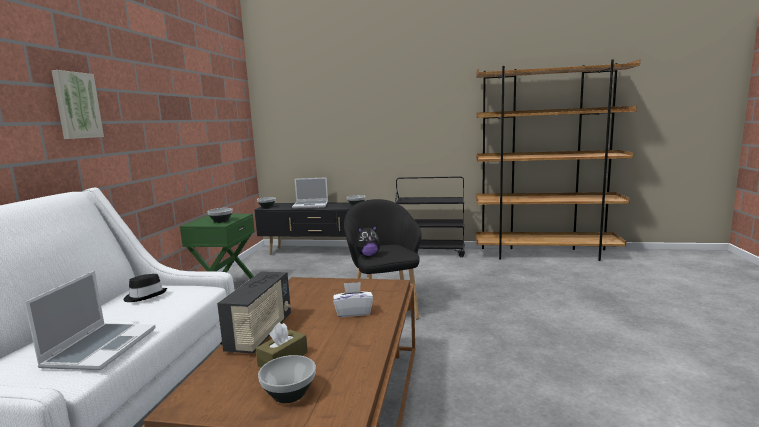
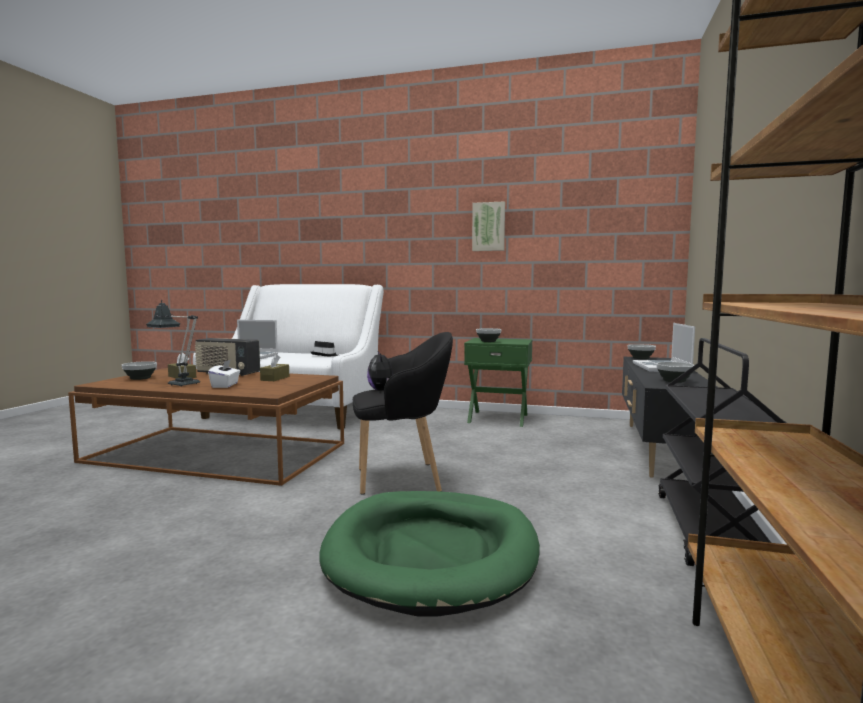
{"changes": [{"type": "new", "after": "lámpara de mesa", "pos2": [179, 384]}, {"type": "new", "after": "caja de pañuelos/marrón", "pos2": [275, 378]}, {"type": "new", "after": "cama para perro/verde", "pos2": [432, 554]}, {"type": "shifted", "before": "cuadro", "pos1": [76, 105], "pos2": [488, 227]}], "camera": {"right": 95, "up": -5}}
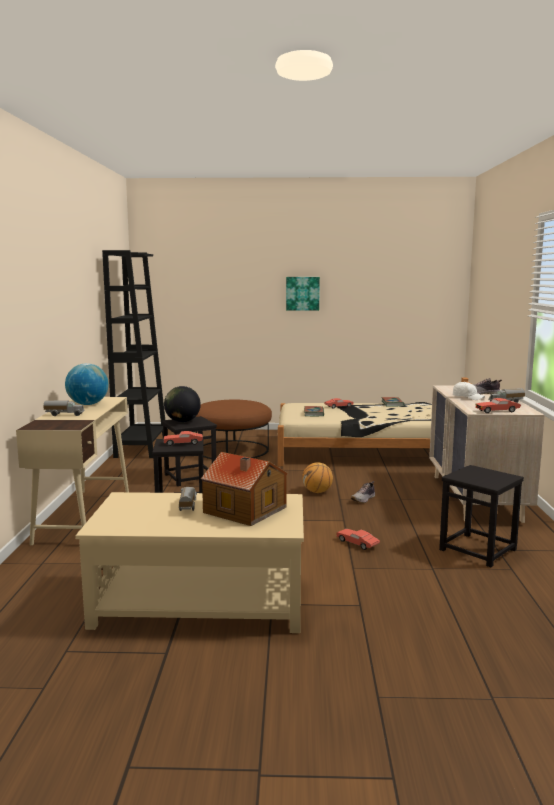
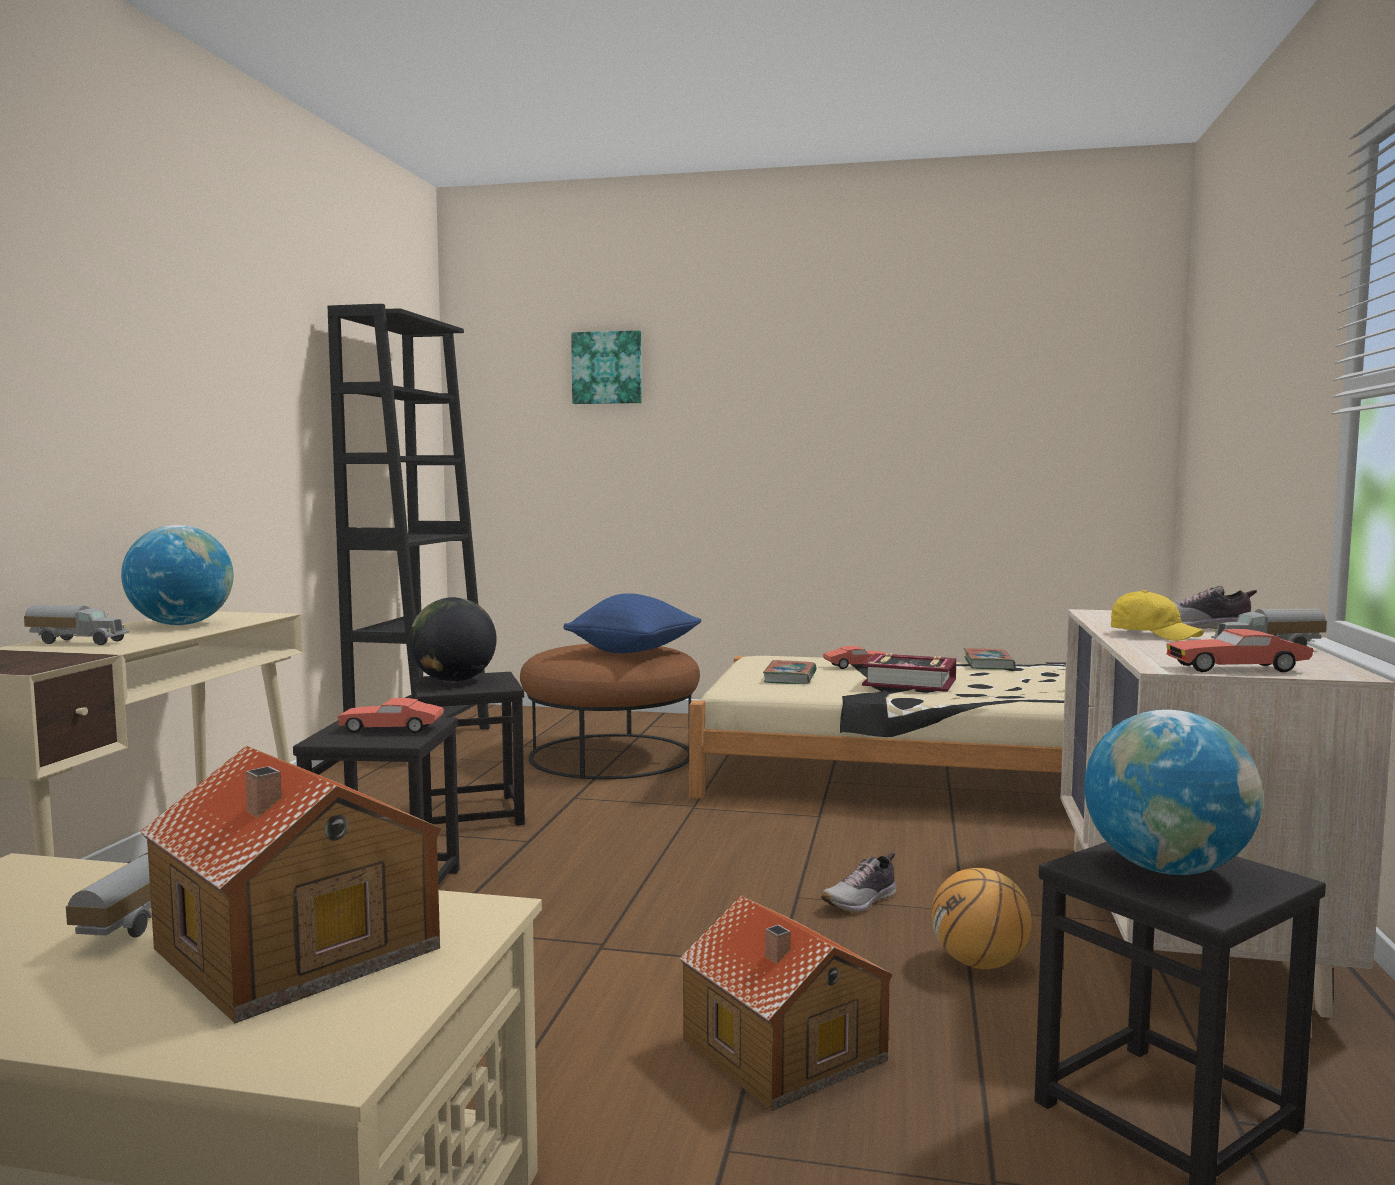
{"changes": [{"type": "new", "after": "cojín/azul", "pos2": [633, 652]}, {"type": "new", "after": "libro", "pos2": [909, 682]}, {"type": "new", "after": "globo terráqueo", "pos2": [1167, 869]}, {"type": "shifted", "before": "cuadro", "pos1": [302, 293], "pos2": [607, 368]}, {"type": "shifted", "before": "balón de baloncesto", "pos1": [317, 492], "pos2": [979, 964]}, {"type": "swapped", "before": "coche de juguete/rojo", "after": "casita", "pos1": [357, 544], "pos2": [782, 1052]}, {"type": "repainted", "before": "gorra/blanco", "after": "gorra/amarillo", "pos1": [467, 397], "pos2": [1153, 635]}], "camera": {"right": 10, "up": -5}}
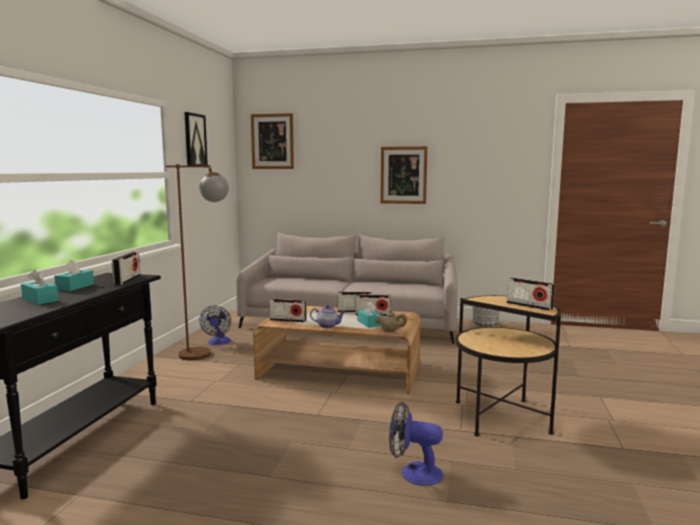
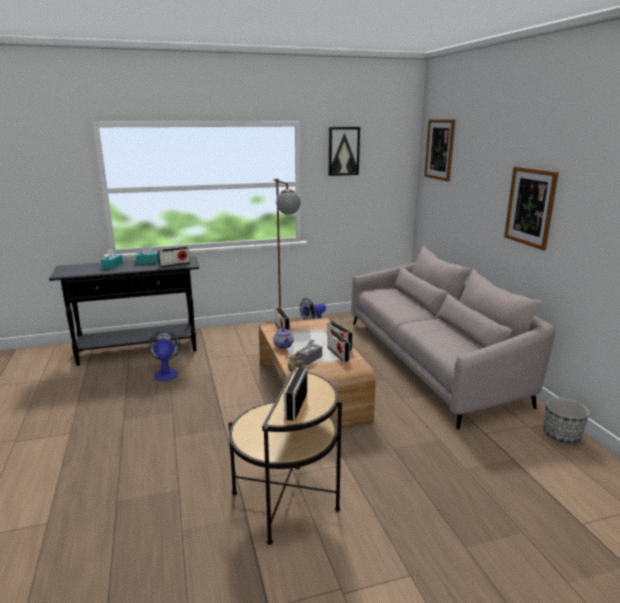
{"changes": [{"type": "shifted", "before": "ventilador", "pos1": [414, 473], "pos2": [166, 373]}, {"type": "repainted", "before": "caja de pañuelos/turquesa", "after": "caja de pañuelos/gris", "pos1": [369, 323], "pos2": [309, 359]}], "camera": {"right": 60, "up": 10}}
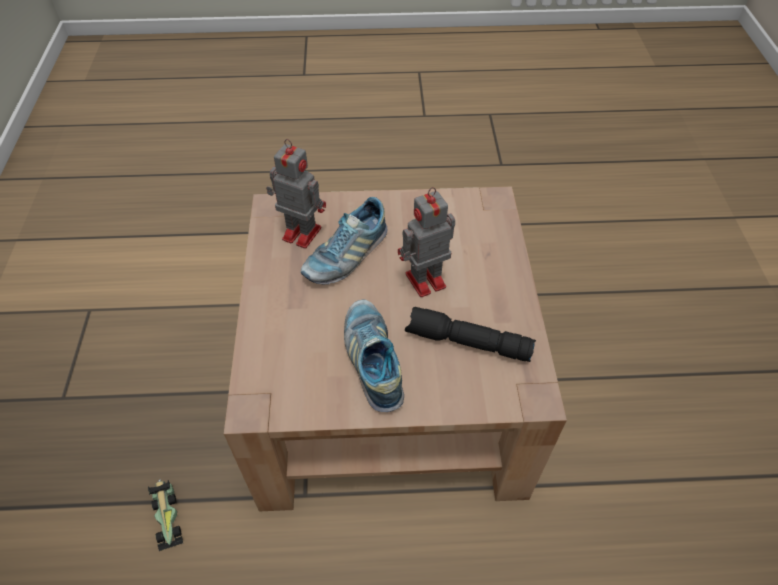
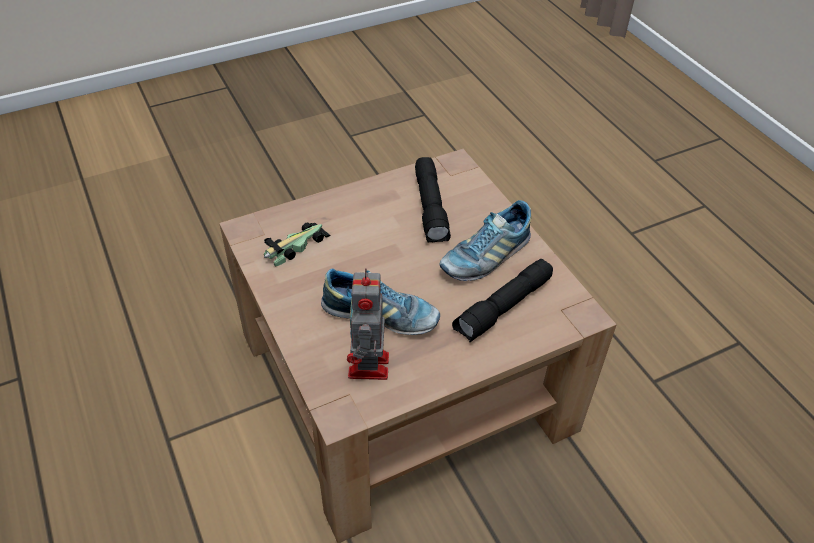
{"changes": [{"type": "gone", "before": "robot de juguete", "pos1": [423, 281]}, {"type": "new", "after": "linterna/negro", "pos2": [503, 308]}, {"type": "shifted", "before": "coche de juguete", "pos1": [166, 514], "pos2": [295, 246]}], "camera": {"right": -115, "up": -5}}
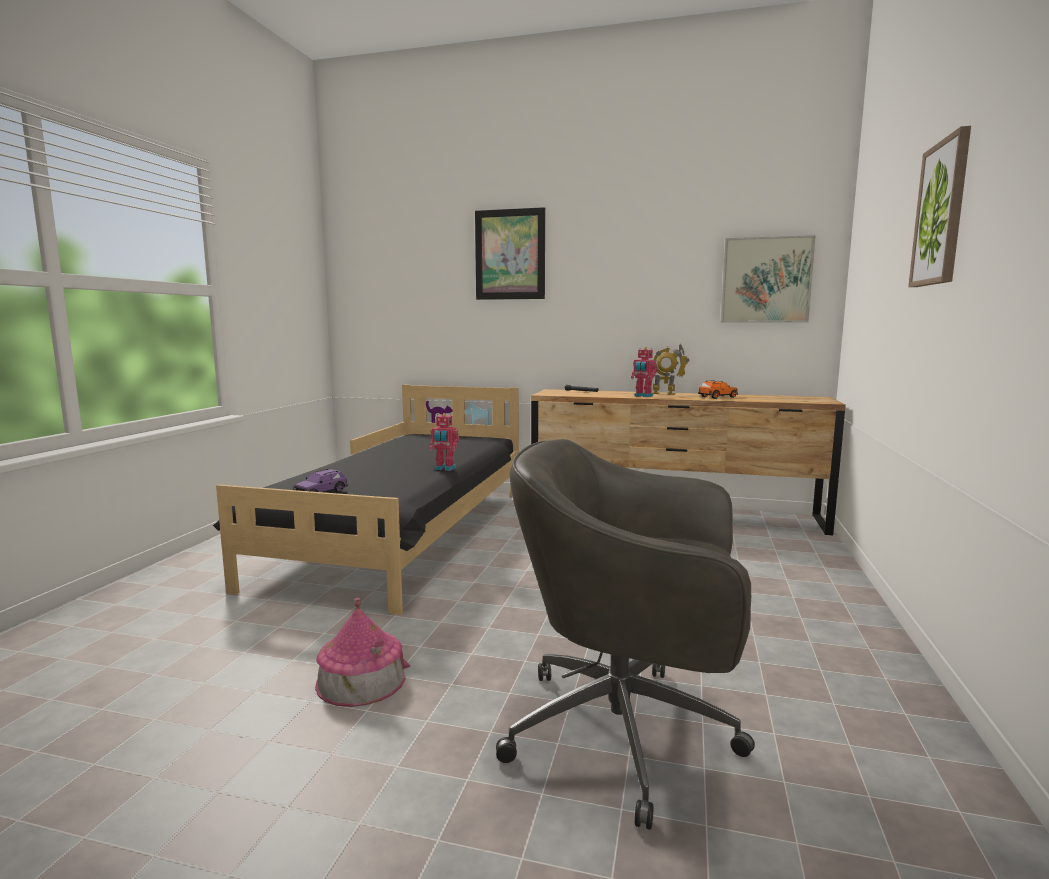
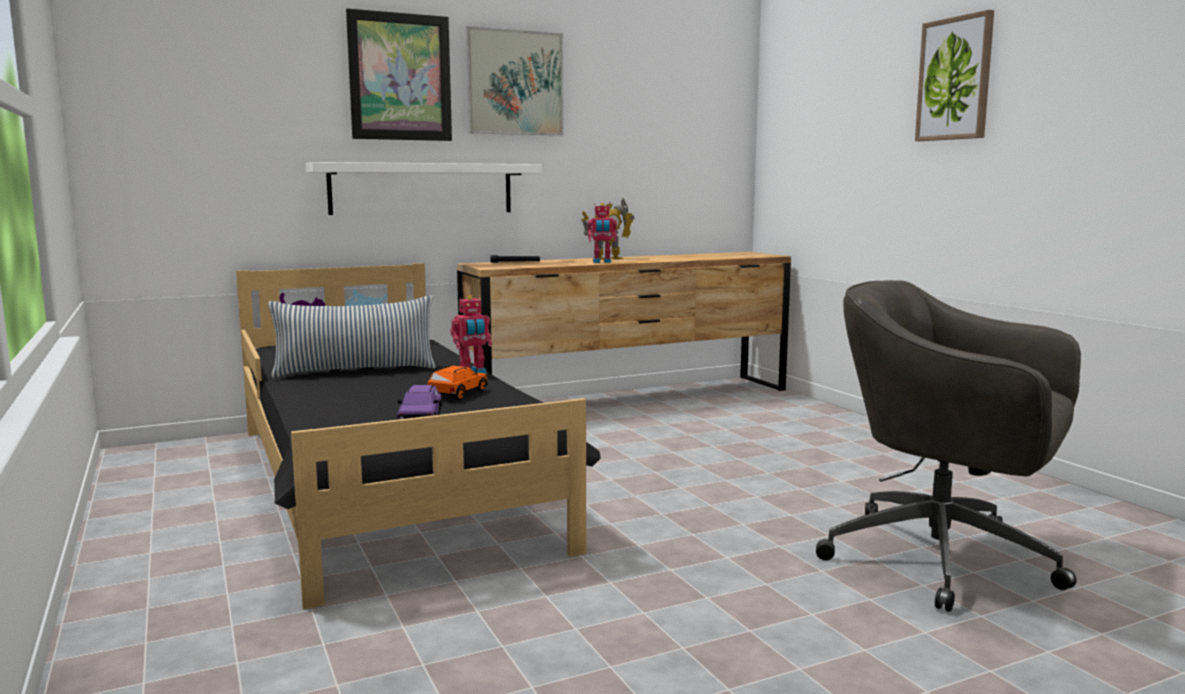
{"changes": [{"type": "gone", "before": "casita", "pos1": [361, 680]}, {"type": "new", "after": "cojín", "pos2": [355, 370]}, {"type": "new", "after": "estante/blanco", "pos2": [422, 188]}, {"type": "shifted", "before": "coche de juguete/naranja", "pos1": [717, 397], "pos2": [457, 394]}, {"type": "shifted", "before": "cuadro", "pos1": [766, 280], "pos2": [514, 83]}, {"type": "rotated", "before": "silla de oficina/gris", "pos1": [627, 733], "pos2": [946, 560], "turn": 60}], "camera": {"right": -40, "up": 0}}
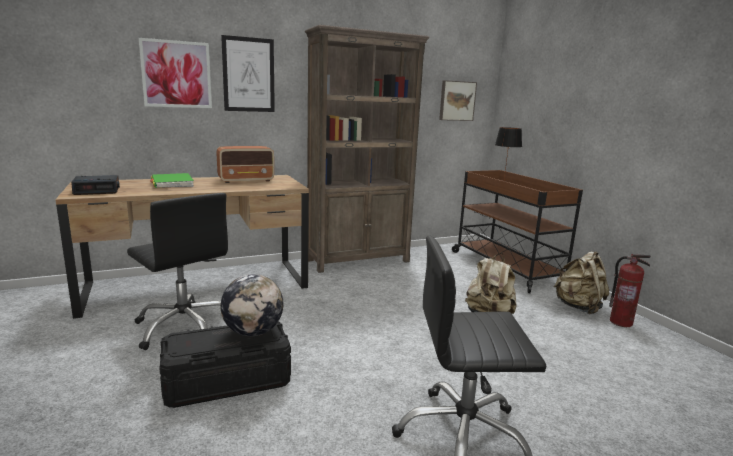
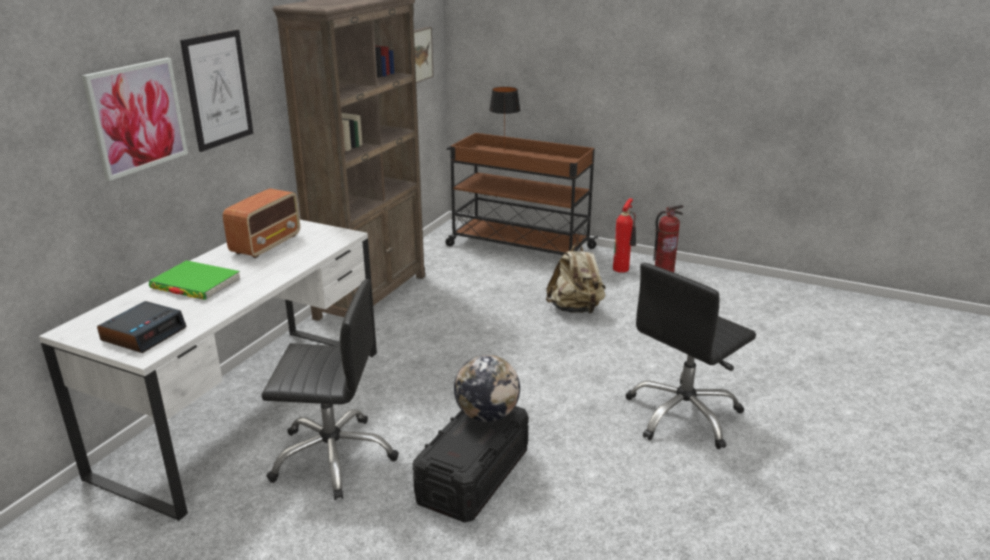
{"changes": [{"type": "swapped", "before": "mochila/beis", "after": "extintor", "pos1": [578, 307], "pos2": [622, 269]}, {"type": "repainted", "before": "escritorio/marrón", "after": "escritorio/blanco", "pos1": [198, 285], "pos2": [247, 409]}], "camera": {"right": -40, "up": 10}}
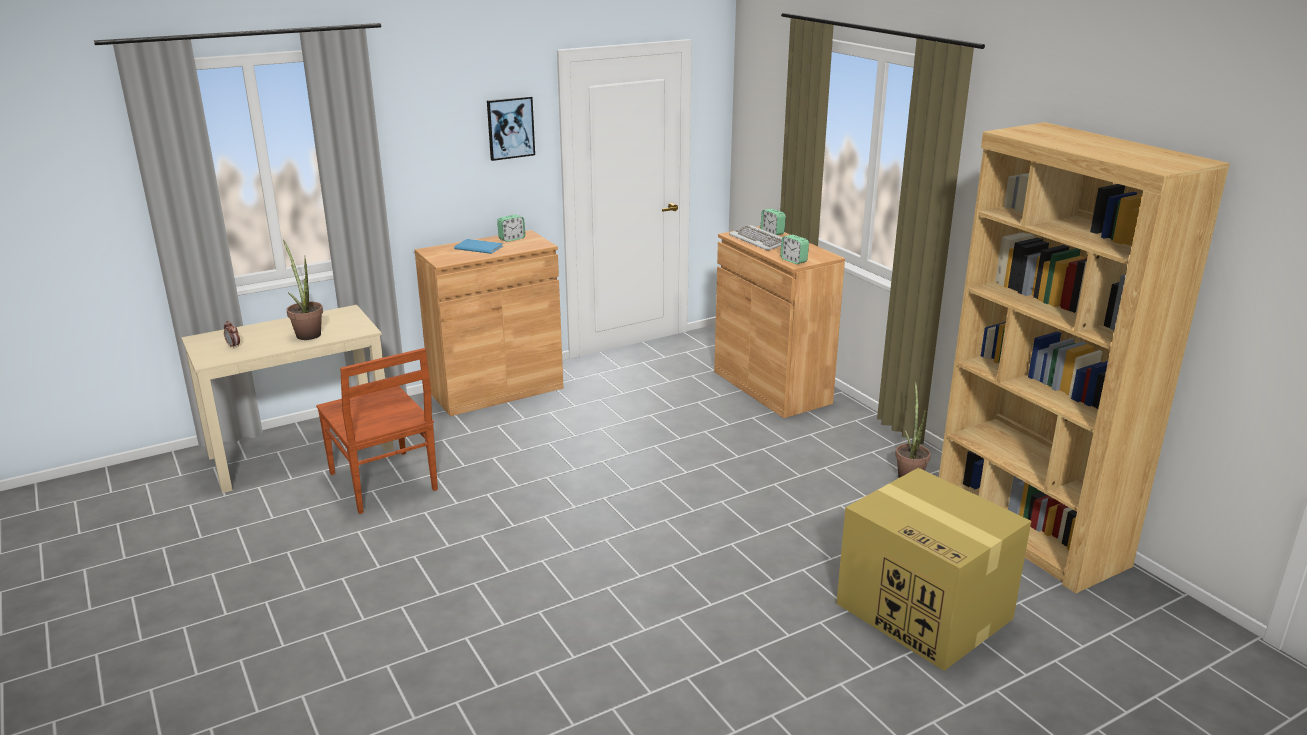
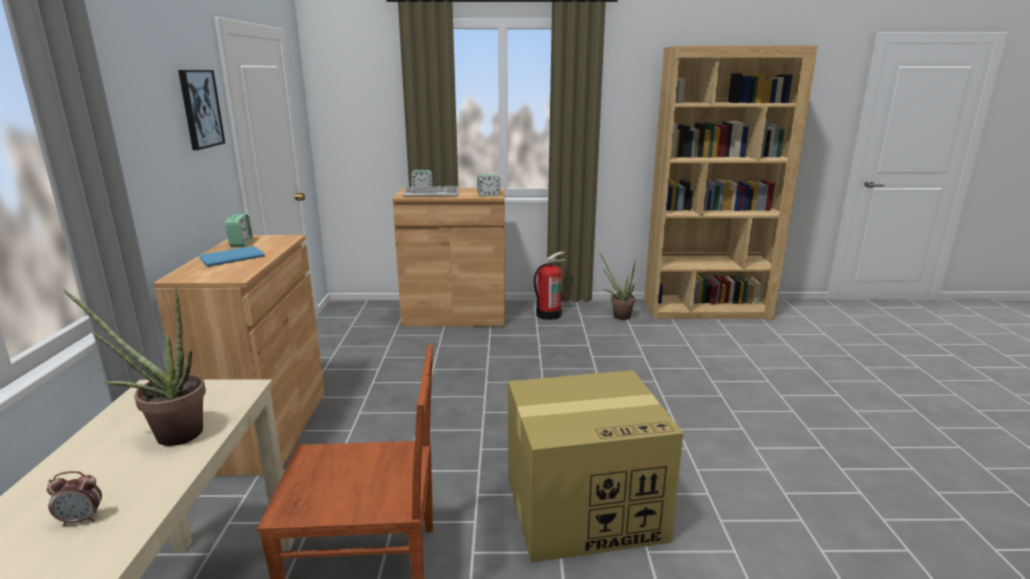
{"changes": [{"type": "new", "after": "extintor", "pos2": [548, 314]}, {"type": "shifted", "before": "caja de cartón", "pos1": [926, 612], "pos2": [585, 508]}], "camera": {"right": -60, "up": -5}}
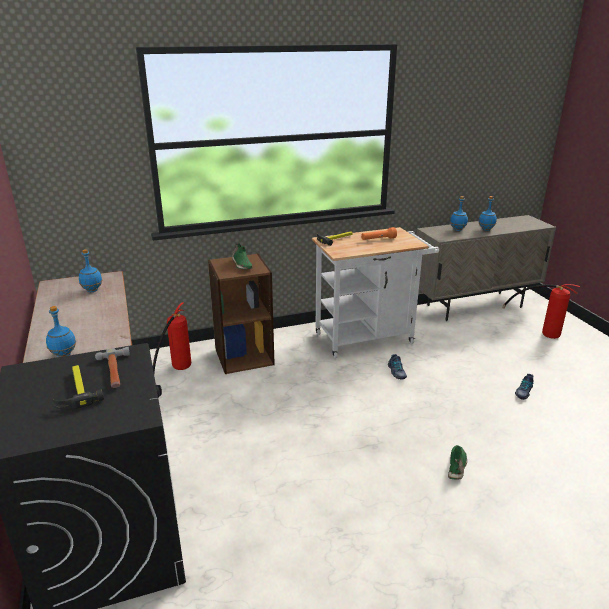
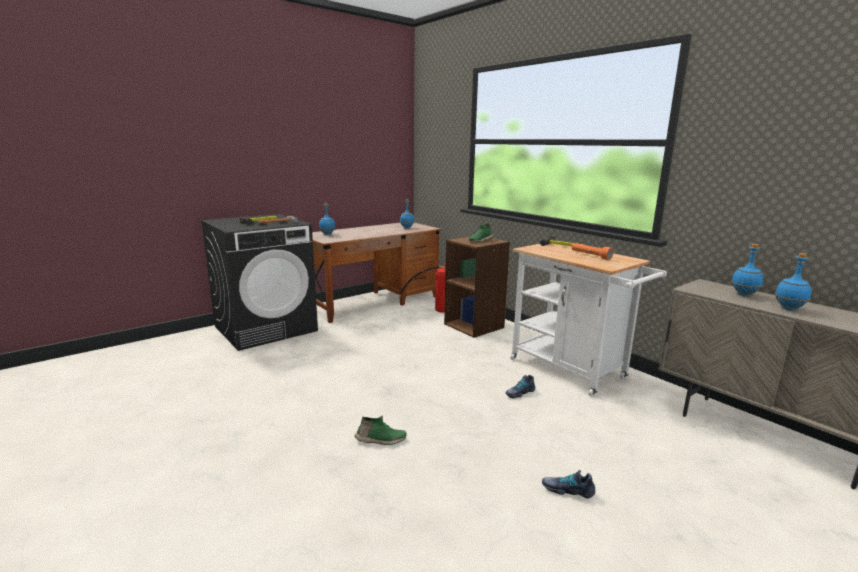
{"changes": [{"type": "gone", "before": "extintor", "pos1": [540, 332]}], "camera": {"right": 70, "up": -10}}
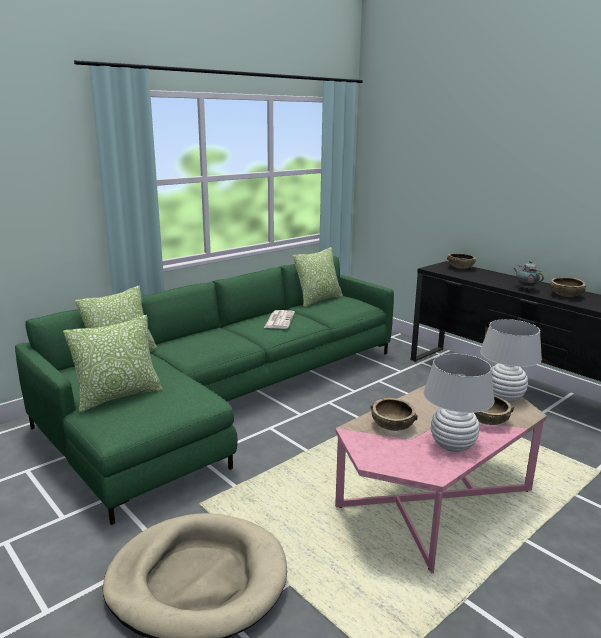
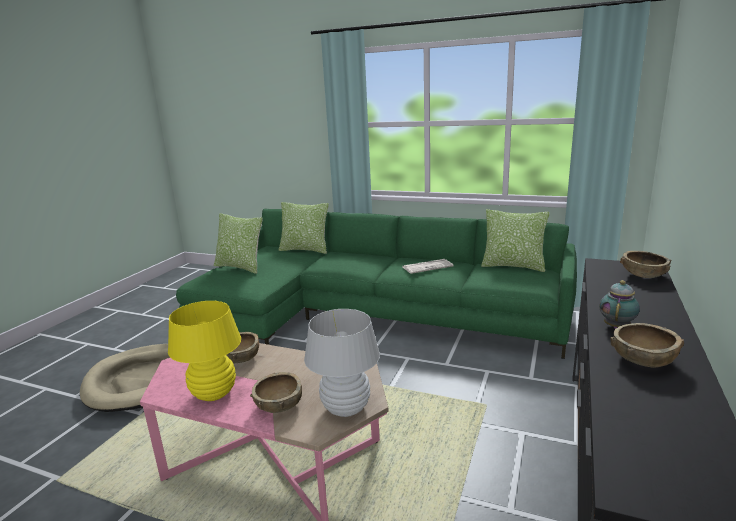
{"changes": [{"type": "repainted", "before": "lámpara de mesa/blanco", "after": "lámpara de mesa/amarillo", "pos1": [452, 445], "pos2": [214, 393]}], "camera": {"right": 65, "up": 0}}
